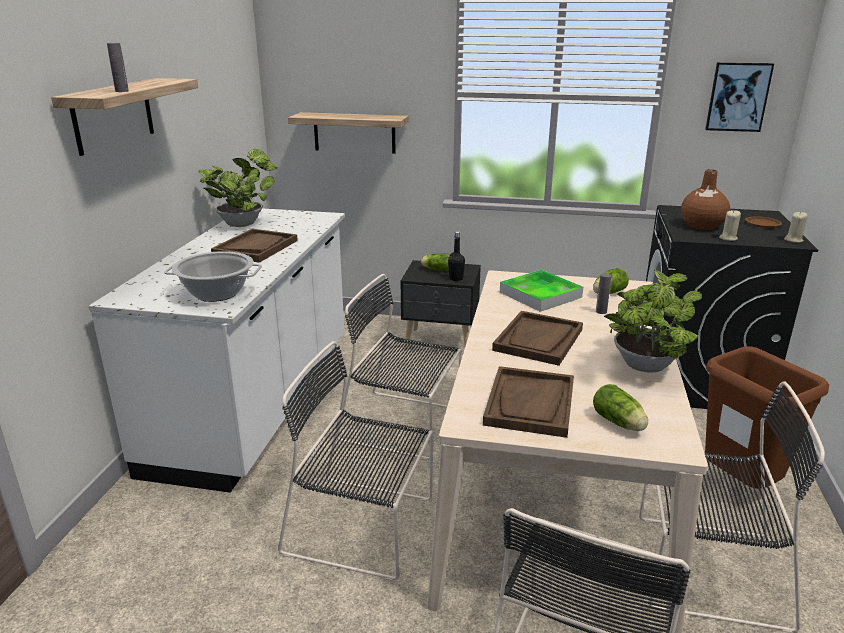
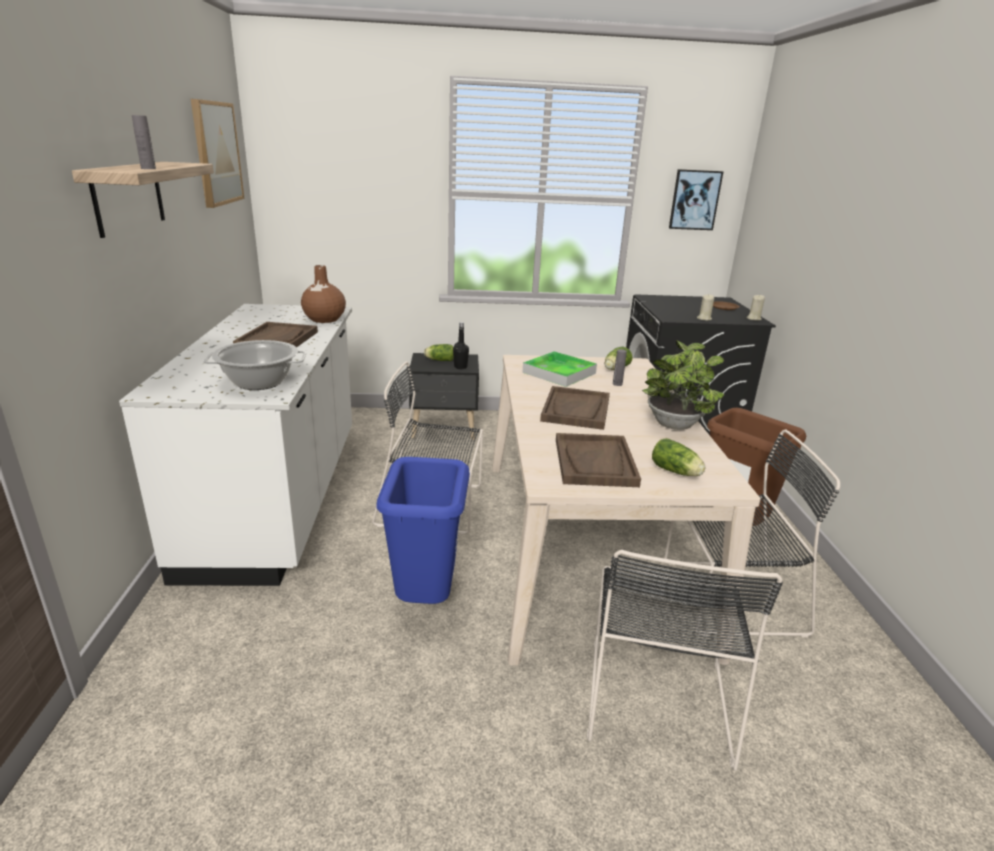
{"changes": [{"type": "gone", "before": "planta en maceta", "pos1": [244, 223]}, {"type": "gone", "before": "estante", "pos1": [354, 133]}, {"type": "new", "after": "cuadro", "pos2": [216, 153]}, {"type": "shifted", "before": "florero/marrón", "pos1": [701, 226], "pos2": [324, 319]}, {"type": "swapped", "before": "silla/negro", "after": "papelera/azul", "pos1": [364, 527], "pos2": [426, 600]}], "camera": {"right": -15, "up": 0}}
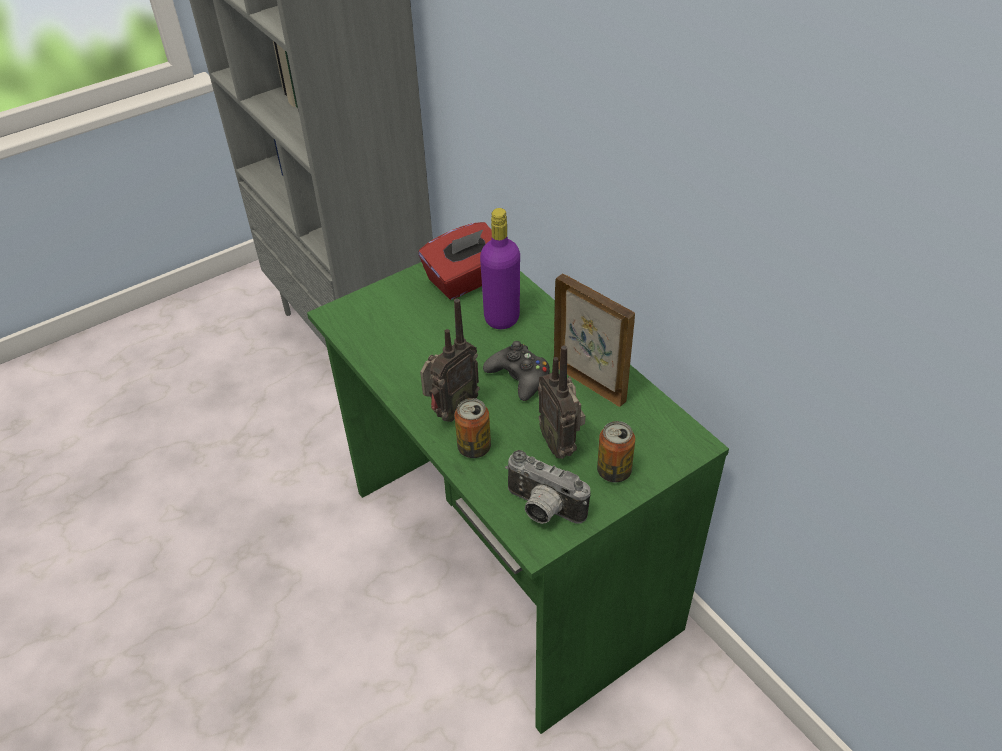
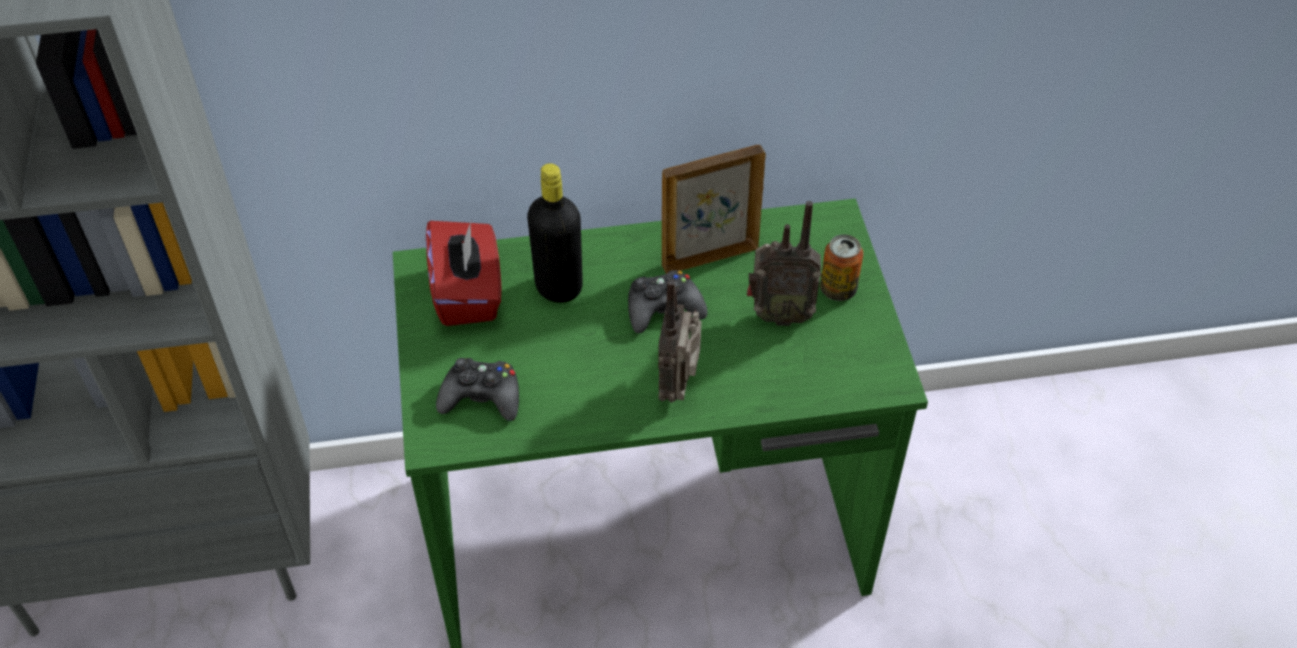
{"changes": [{"type": "gone", "before": "lata", "pos1": [474, 448]}, {"type": "gone", "before": "cámara", "pos1": [542, 509]}, {"type": "new", "after": "mando de consola/negro", "pos2": [482, 397]}, {"type": "repainted", "before": "botella/morado", "after": "botella/negro", "pos1": [502, 318], "pos2": [559, 287]}, {"type": "rotated", "before": "radio", "pos1": [451, 412], "pos2": [679, 386], "turn": -150}], "camera": {"right": -65, "up": 5}}
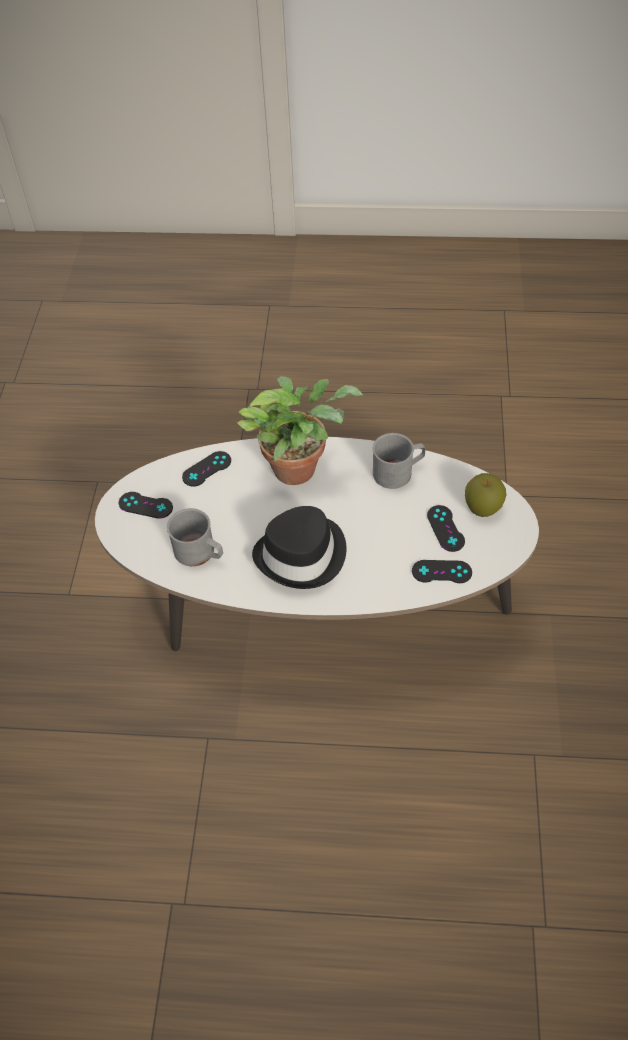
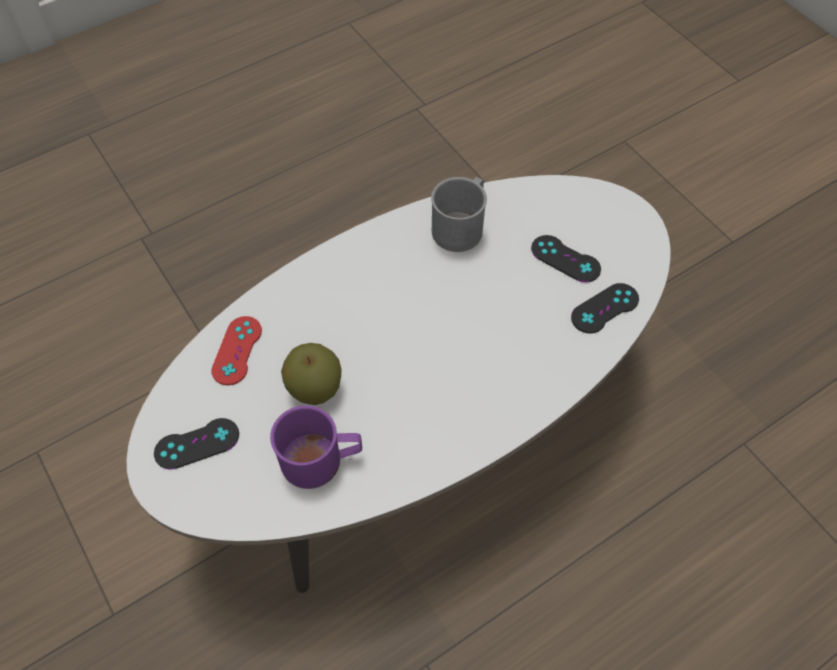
{"changes": [{"type": "gone", "before": "planta en maceta", "pos1": [300, 467]}, {"type": "gone", "before": "sombrero/negro", "pos1": [302, 555]}, {"type": "shifted", "before": "manzana", "pos1": [483, 507], "pos2": [315, 388]}, {"type": "repainted", "before": "taza grande/gris", "after": "taza grande/morado", "pos1": [200, 553], "pos2": [321, 460]}, {"type": "repainted", "before": "mando de consola/negro", "after": "mando de consola/rojo", "pos1": [207, 469], "pos2": [237, 350]}], "camera": {"right": -40, "up": 5}}
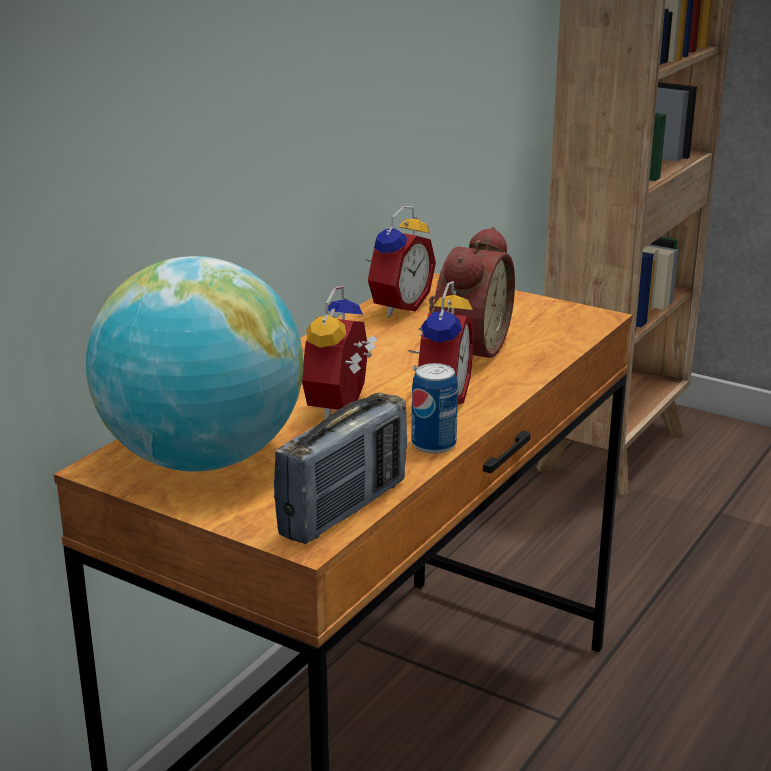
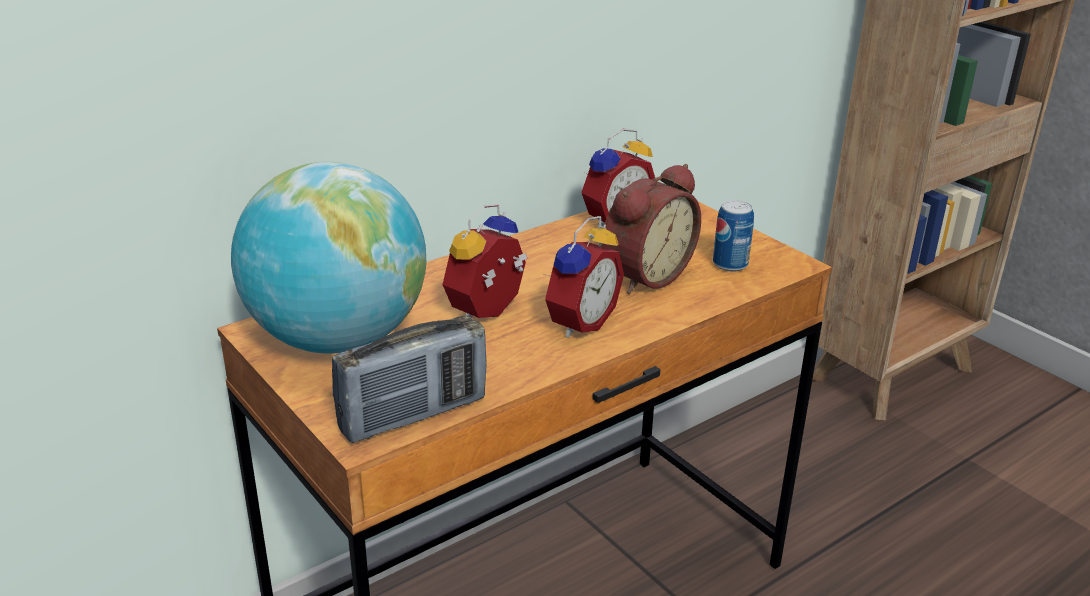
{"changes": [{"type": "shifted", "before": "lata", "pos1": [433, 444], "pos2": [730, 264]}], "camera": {"right": 20, "up": 5}}
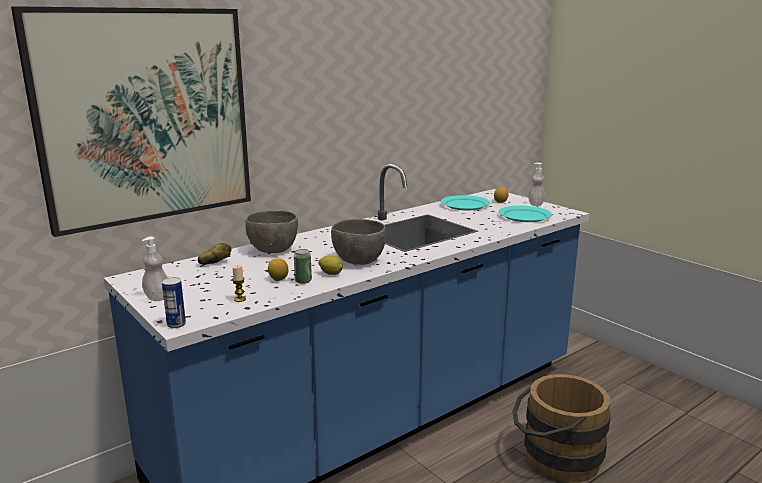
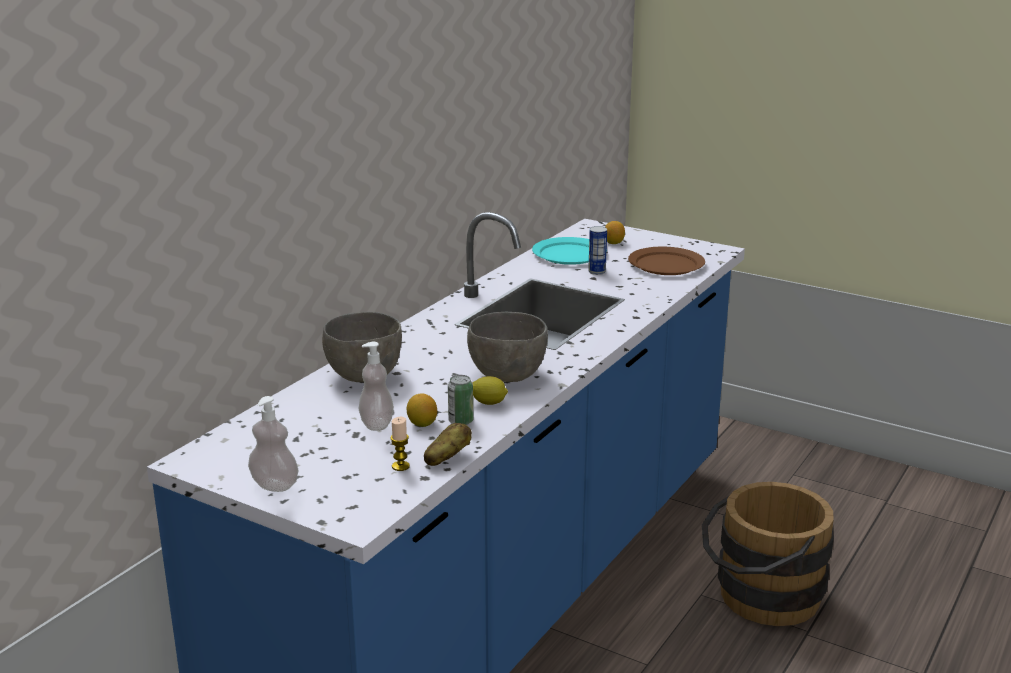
{"changes": [{"type": "gone", "before": "cuadro", "pos1": [145, 116]}, {"type": "shifted", "before": "lata", "pos1": [176, 324], "pos2": [597, 272]}, {"type": "shifted", "before": "patata", "pos1": [215, 263], "pos2": [447, 458]}, {"type": "shifted", "before": "dispensador de jabón", "pos1": [535, 204], "pos2": [376, 424]}, {"type": "repainted", "before": "plato/turquesa", "after": "plato/marrón", "pos1": [524, 216], "pos2": [665, 264]}], "camera": {"right": -20, "up": 5}}
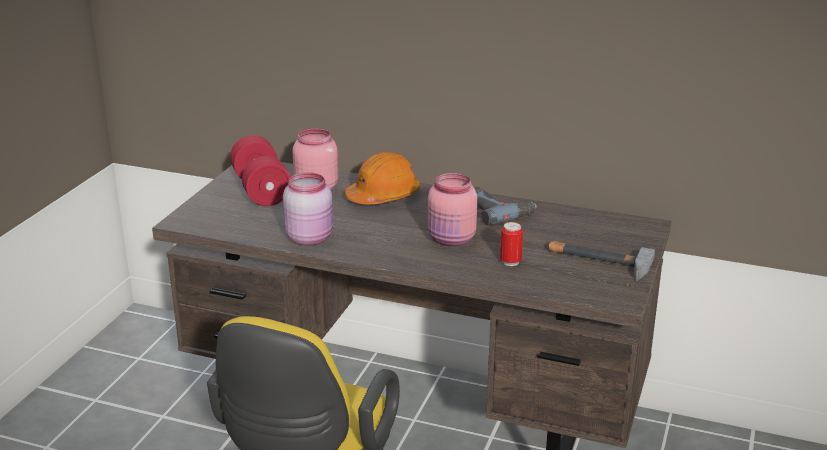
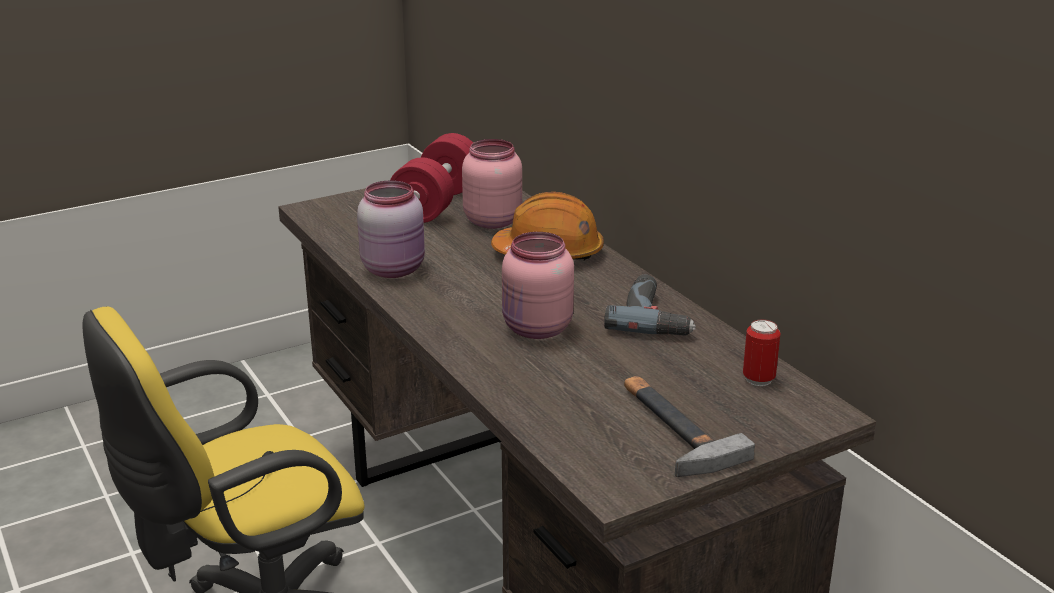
{"changes": [{"type": "shifted", "before": "lata", "pos1": [510, 262], "pos2": [758, 379]}], "camera": {"right": 40, "up": 0}}
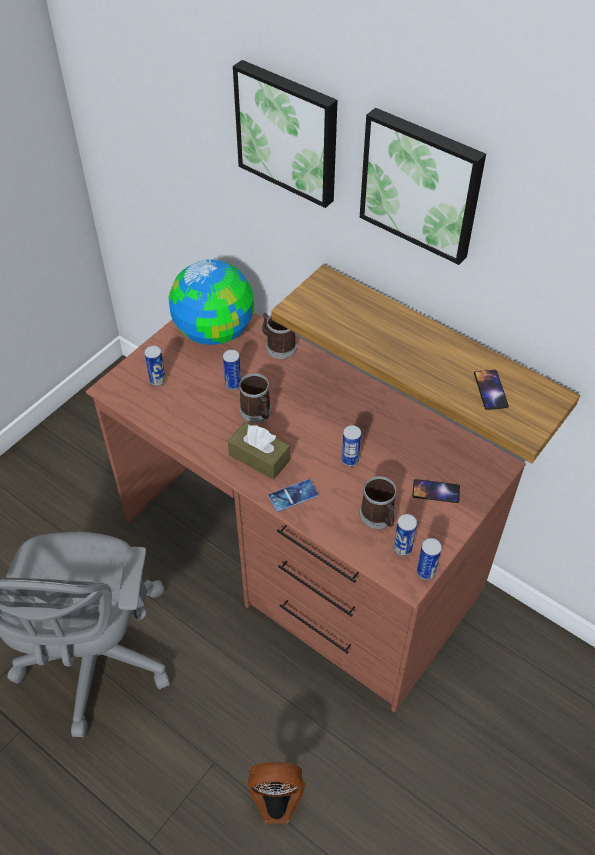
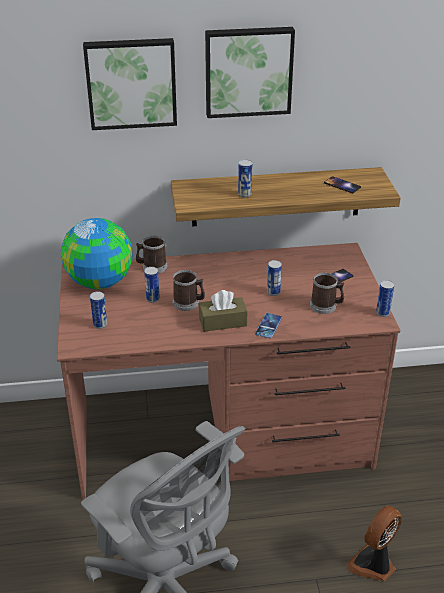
{"changes": [{"type": "shifted", "before": "lata", "pos1": [402, 548], "pos2": [244, 194]}], "camera": {"right": -45, "up": -15}}
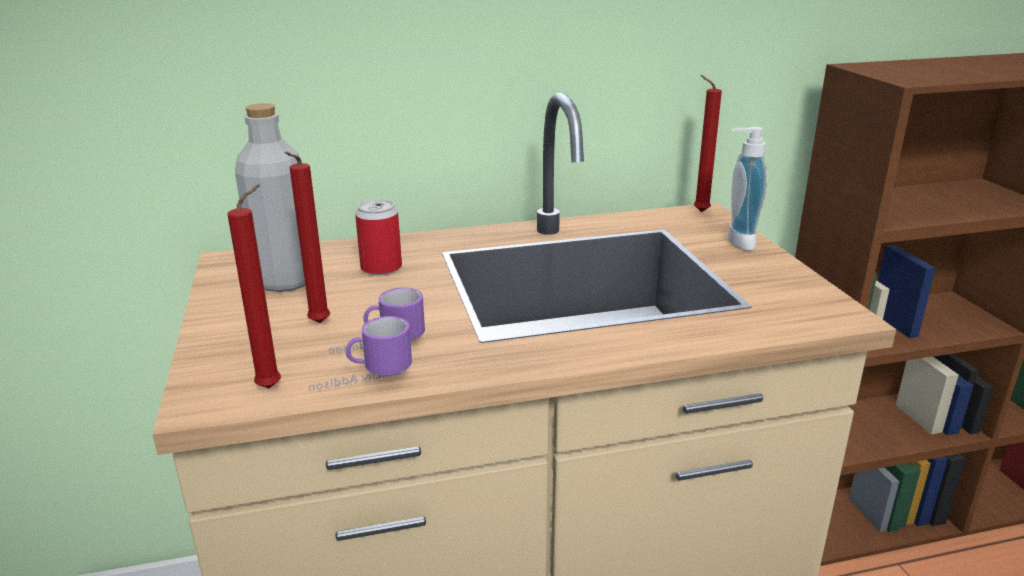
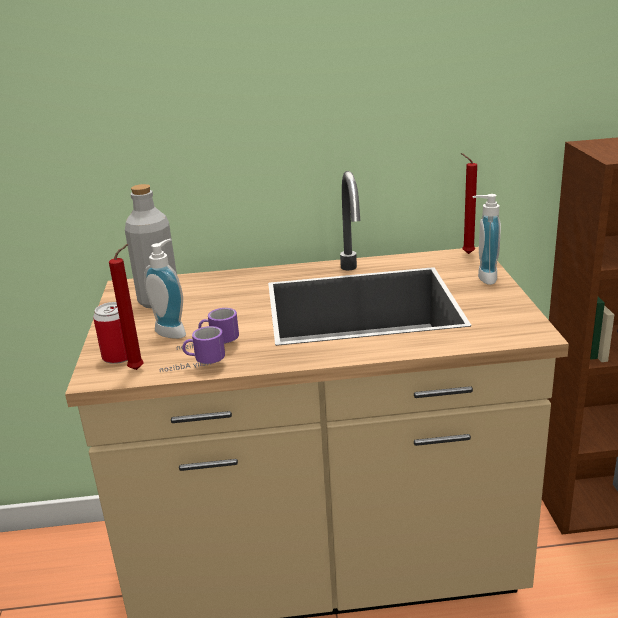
{"changes": [{"type": "shifted", "before": "lata", "pos1": [381, 268], "pos2": [119, 356]}, {"type": "swapped", "before": "vela/rojo", "after": "dispensador de jabón", "pos1": [317, 324], "pos2": [173, 331]}], "camera": {"right": 10, "up": 0}}
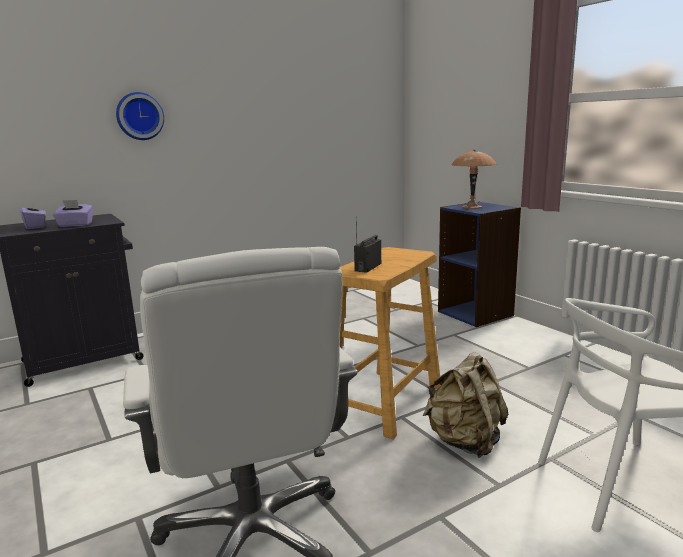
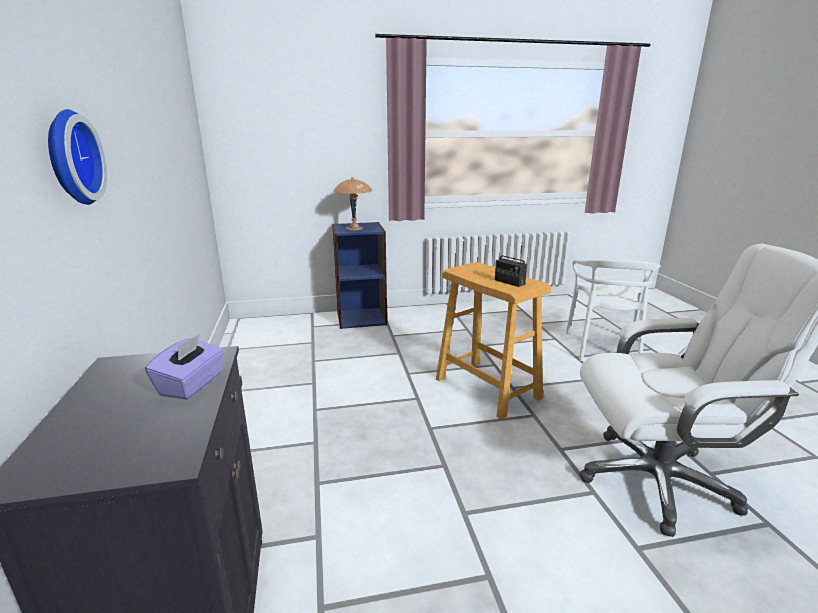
{"changes": [{"type": "gone", "before": "caja de pañuelos/morado", "pos1": [35, 226]}, {"type": "gone", "before": "mochila/beis", "pos1": [465, 441]}], "camera": {"right": -70, "up": 5}}
